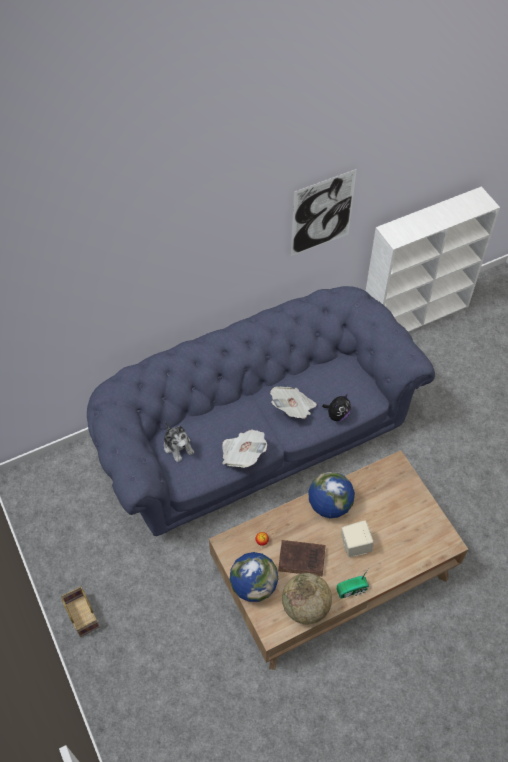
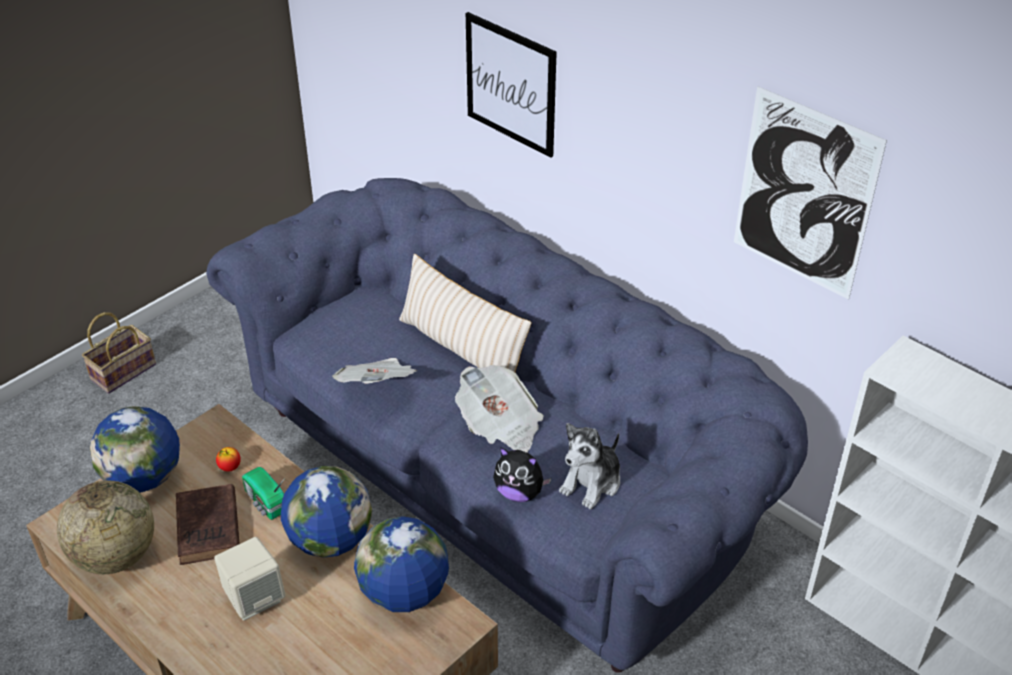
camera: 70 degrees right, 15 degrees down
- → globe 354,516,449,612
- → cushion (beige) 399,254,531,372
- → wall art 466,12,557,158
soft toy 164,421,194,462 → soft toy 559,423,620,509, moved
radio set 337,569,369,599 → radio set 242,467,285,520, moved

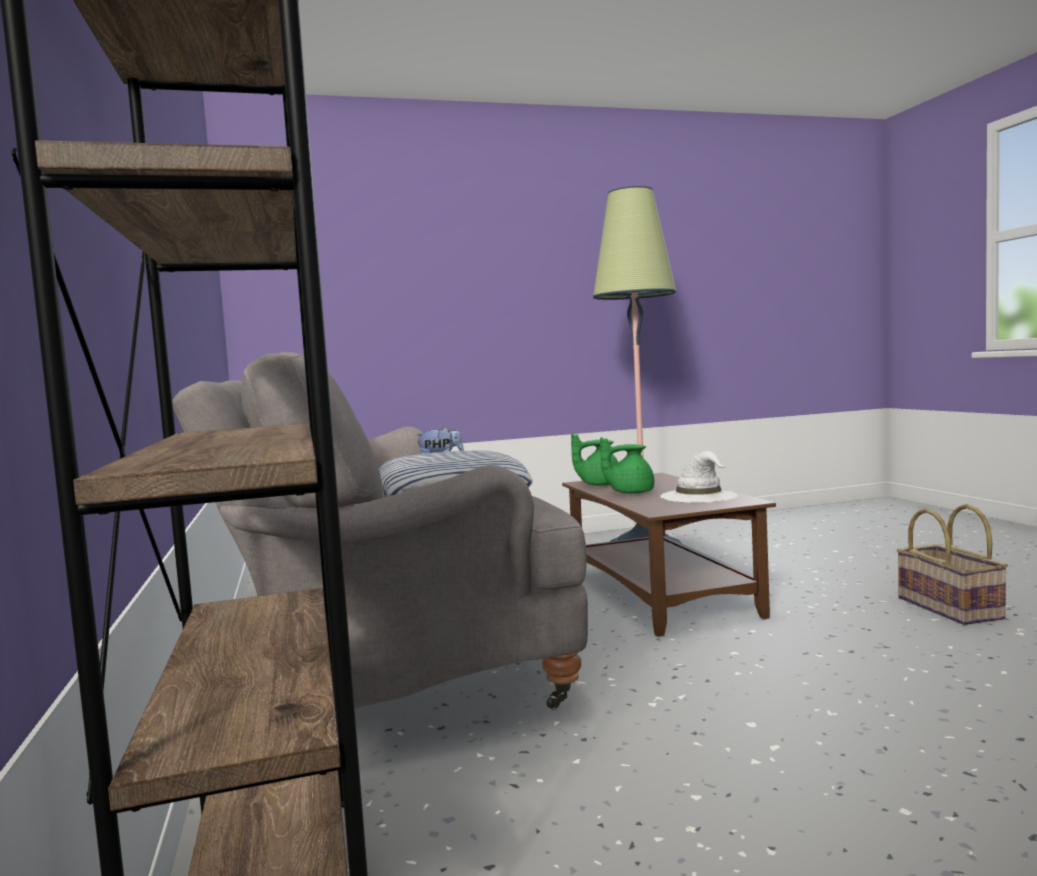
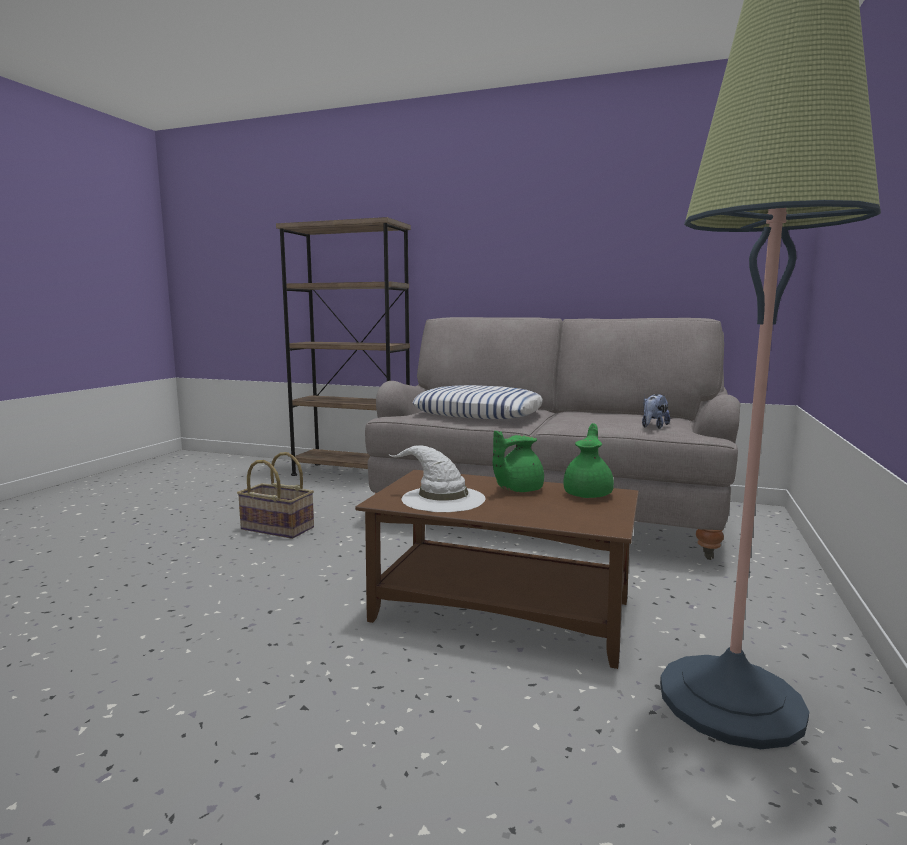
camera: 125 degrees right, 5 degrees up
basket 897,504,1008,625 → basket 237,452,314,539, moved
teapot (green) 600,437,654,494 → teapot (green) 493,431,544,492, 150 degrees counterclockwise

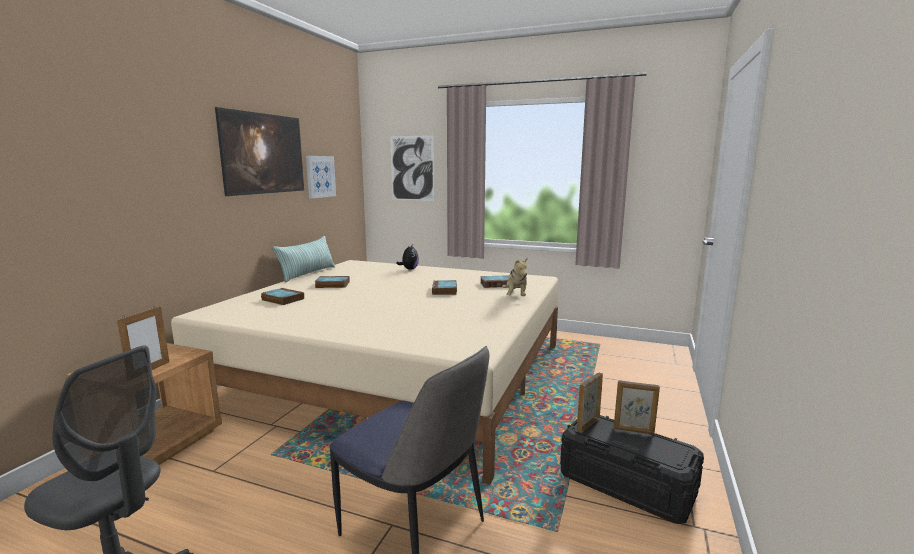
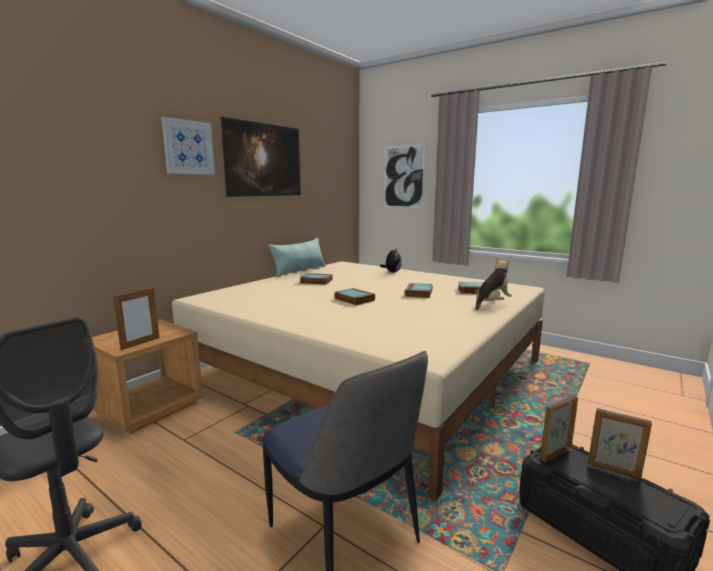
camera: 15 degrees right, 0 degrees up
bound book 261,288,304,305 → bound book 334,288,375,305, moved
wall art 306,156,336,199 → wall art 161,117,215,175, moved
soft toy 502,257,528,296 → soft toy 476,257,512,310, 150 degrees counterclockwise

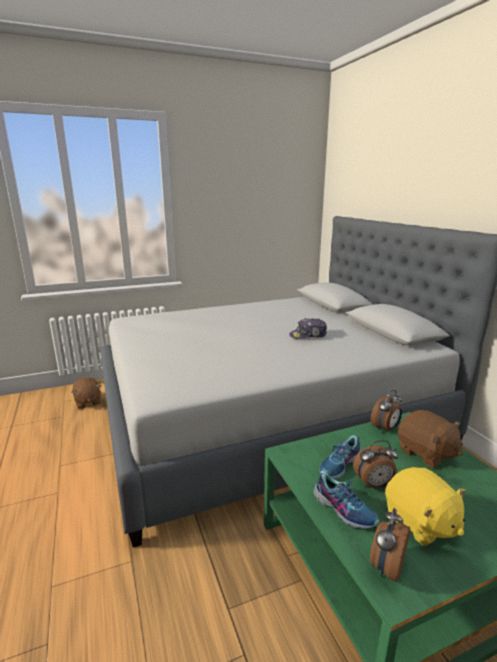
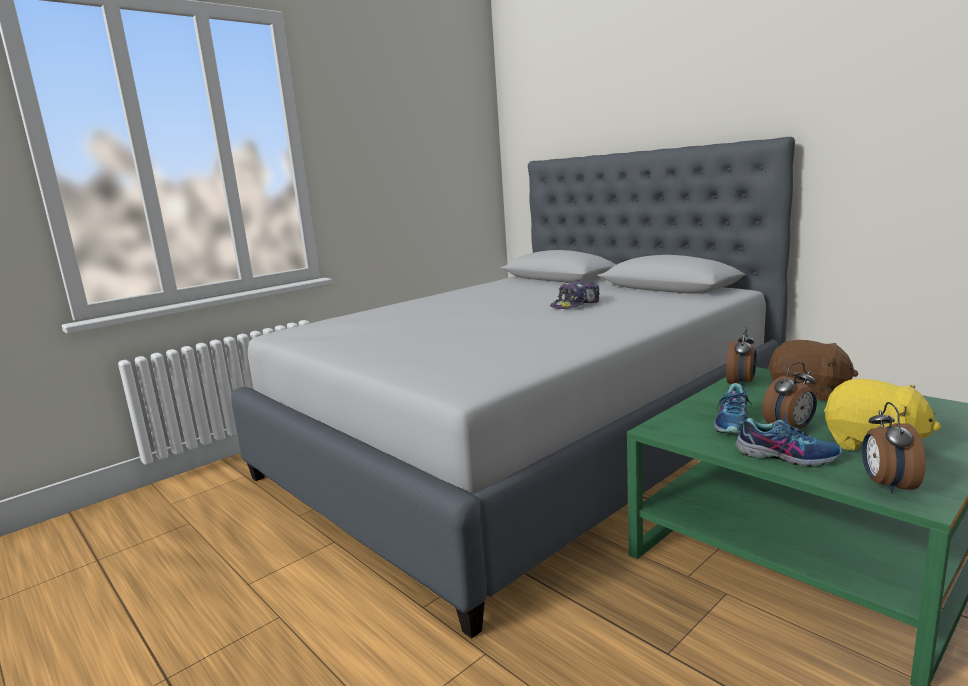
camera: 20 degrees left, 5 degrees down
soft toy (brown-coloured) 72,378,101,409 → -

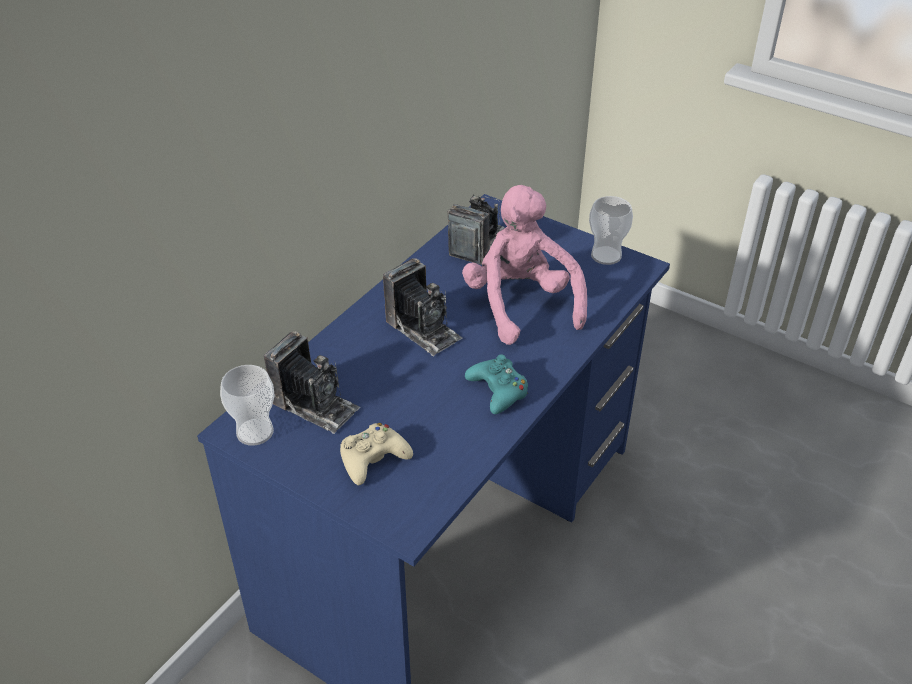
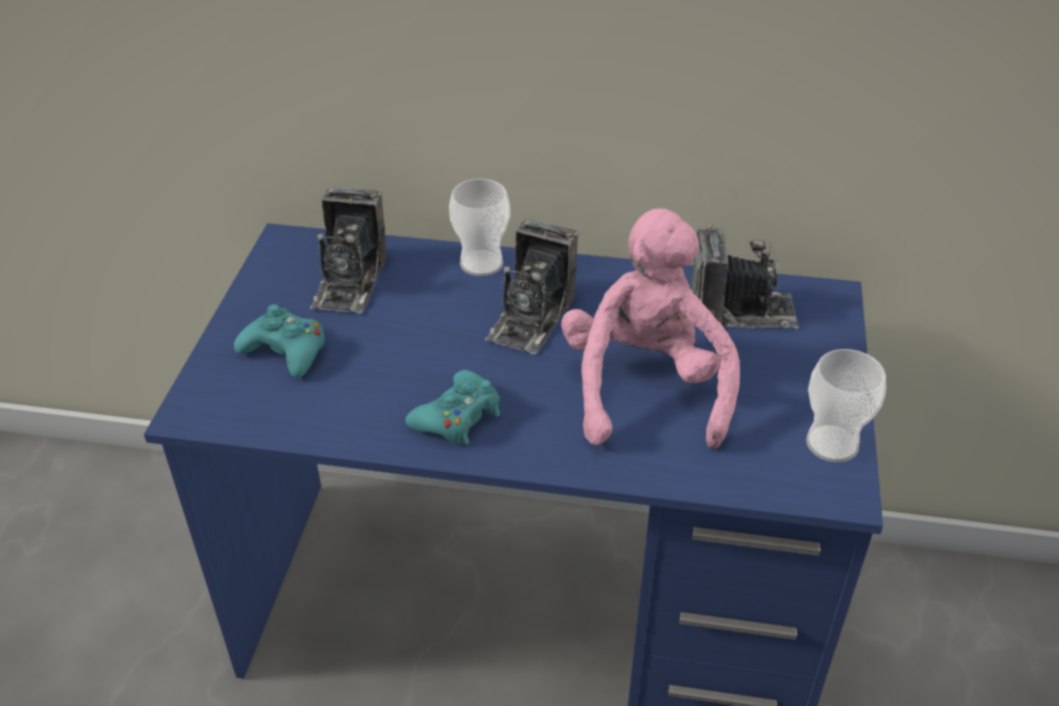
camera: 65 degrees right, 0 degrees up
drinking cup 220,365,275,446 → drinking cup 449,179,510,276, moved
gamepad (beige) 340,423,413,485 → gamepad (blue-green) 234,304,325,378
soft toy (pink) 462,185,587,345 → soft toy (pink) 561,208,740,448, 45 degrees counterclockwise

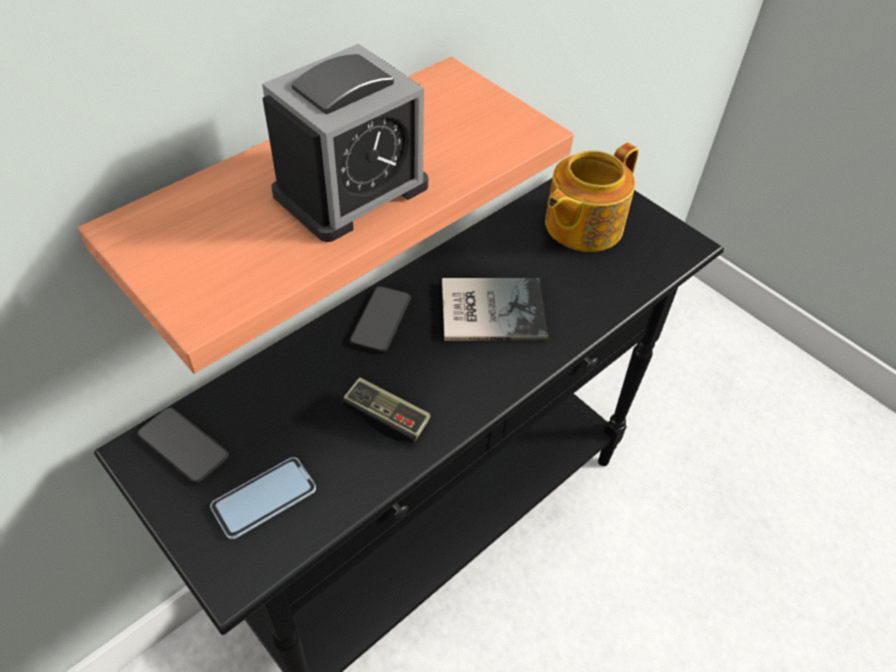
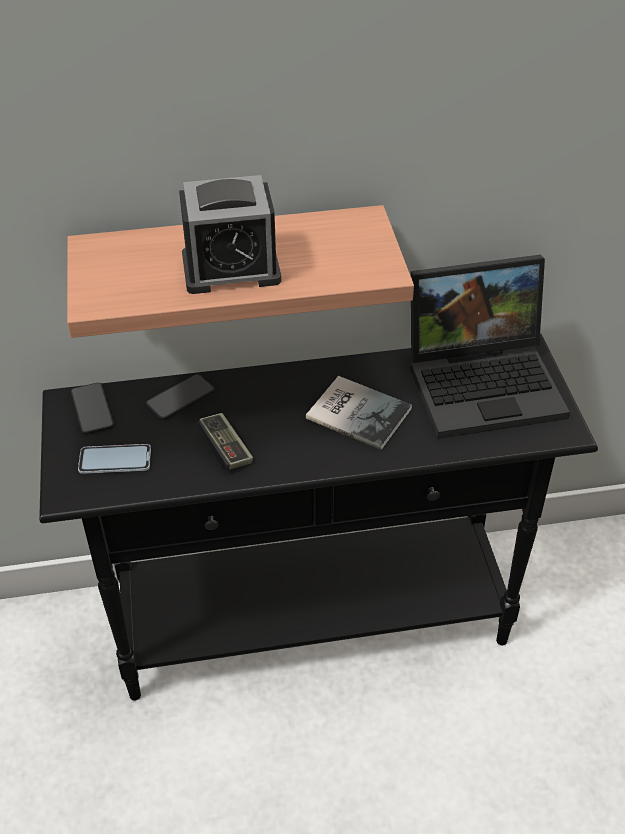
camera: 35 degrees right, 5 degrees down
handset 349,286,411,353 → handset 146,374,215,420, moved
teapot 545,143,639,252 → laptop 410,255,570,439

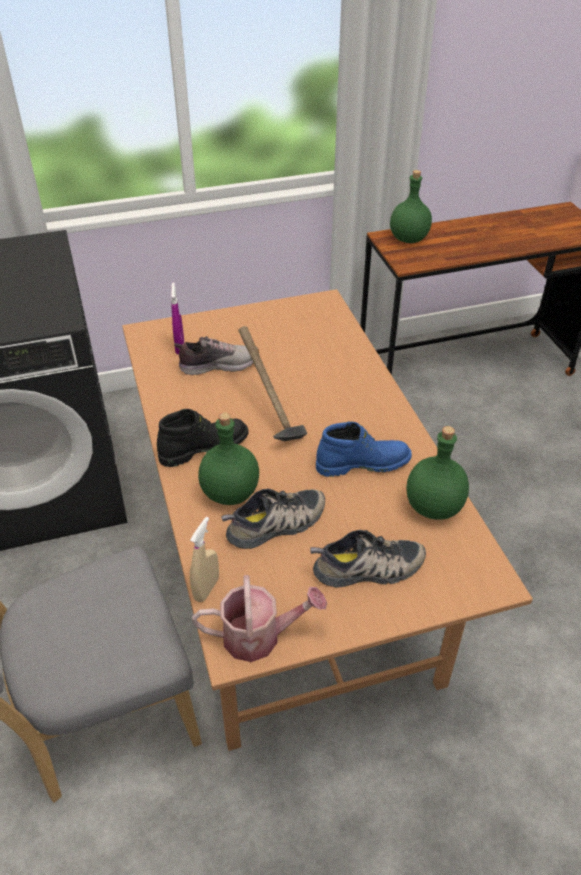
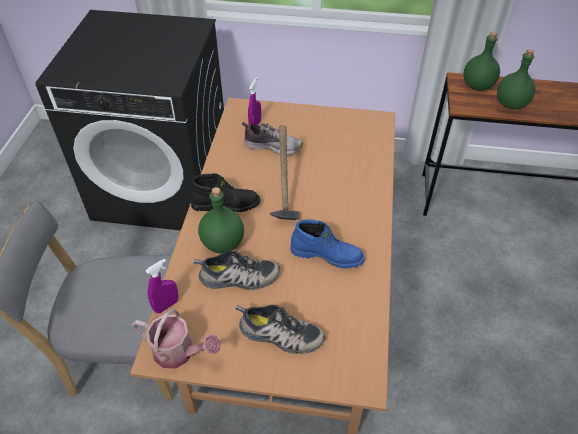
camera: 25 degrees right, 5 degrees up
drink bottle (green) 407,426,469,520 → drink bottle (green) 497,49,535,109, moved
sprayer (beige) 190,517,219,602 → sprayer (purple-coloured) 146,258,178,313

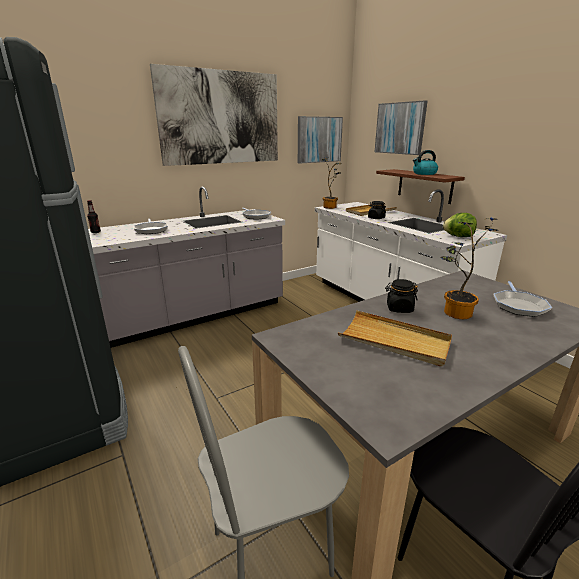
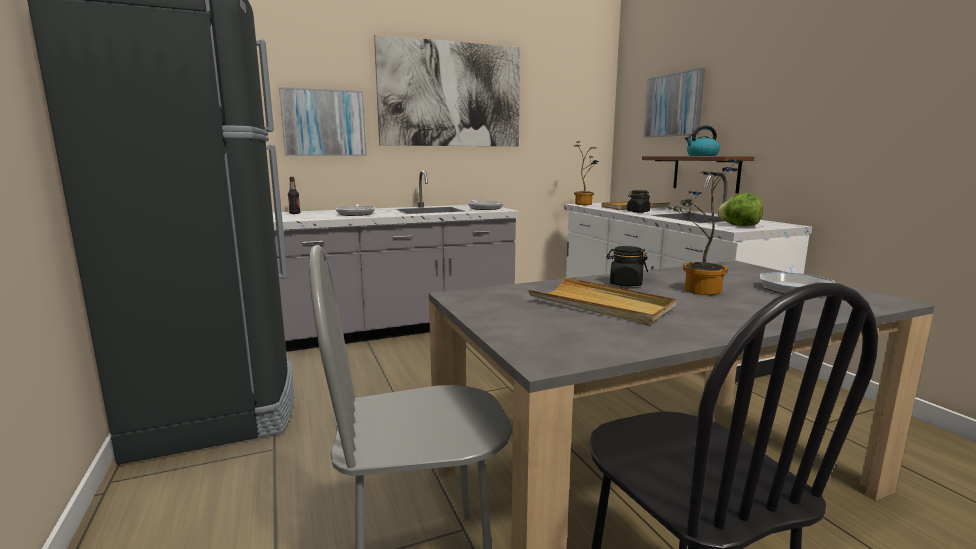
camera: 10 degrees right, 10 degrees down
wall art 298,116,343,164 → wall art 279,87,367,156, moved

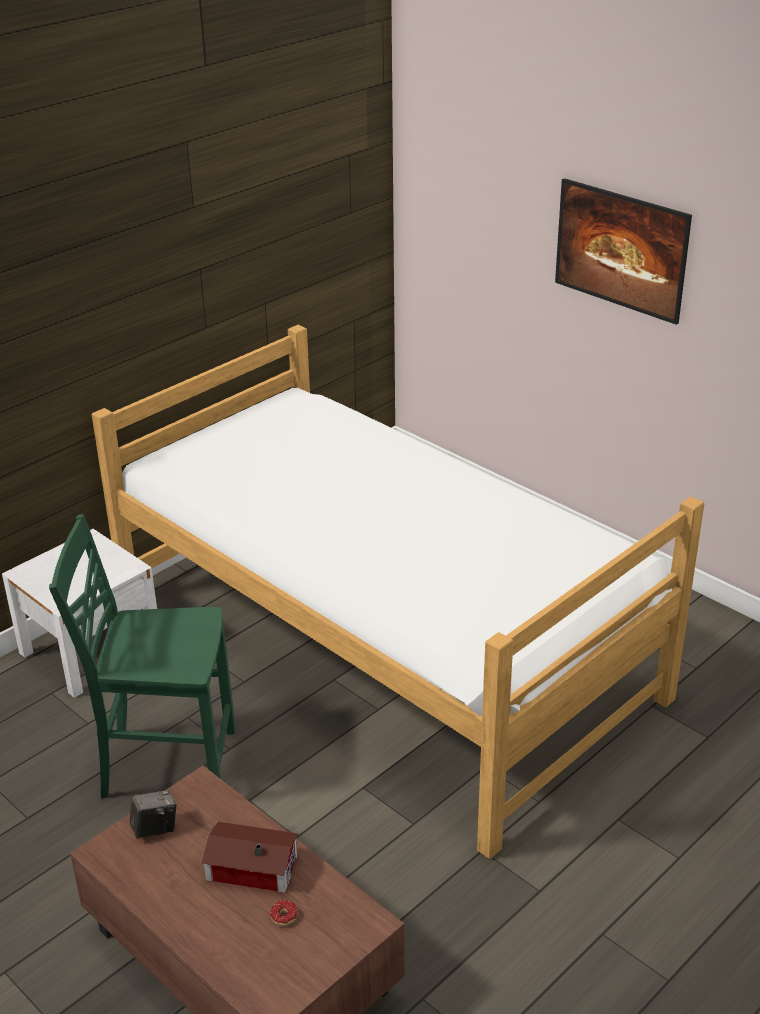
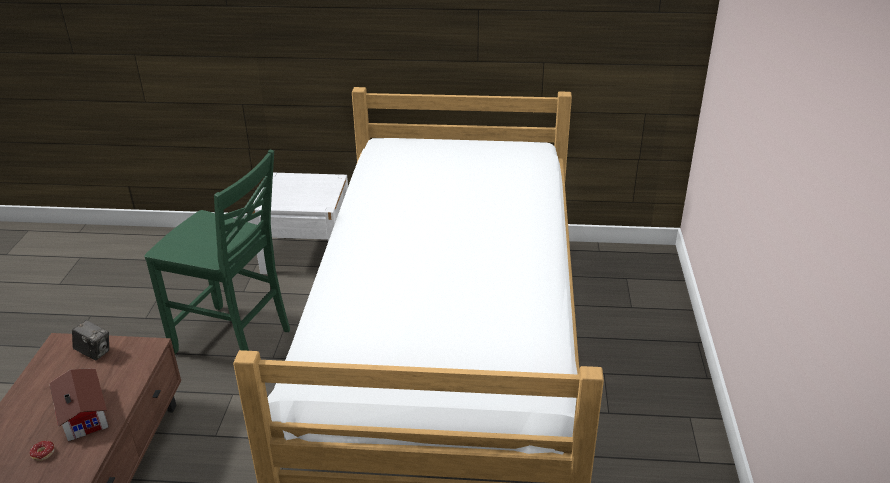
camera: 50 degrees right, 0 degrees up
wall art 555,178,692,325 → -
chair (green) 49,514,235,798 → chair (green) 144,150,290,354, 150 degrees clockwise

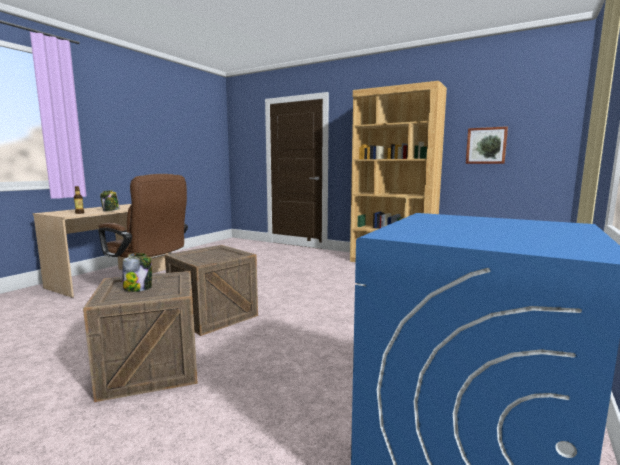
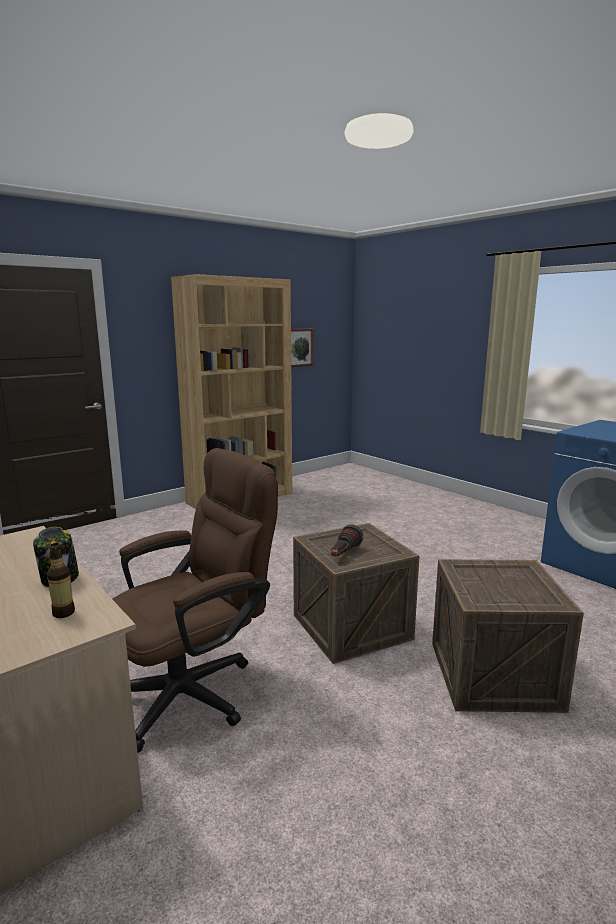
camera: 70 degrees left, 5 degrees up
preserve jar 123,253,152,292 → -
- → hand torch 331,524,363,557

